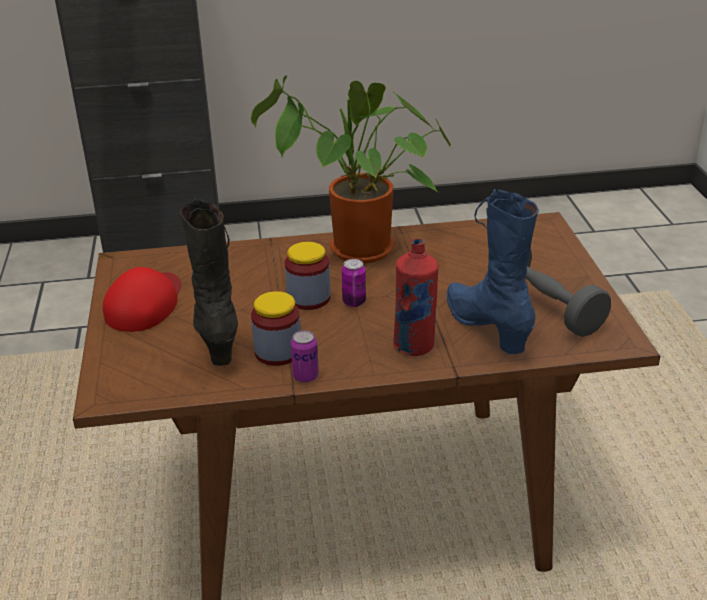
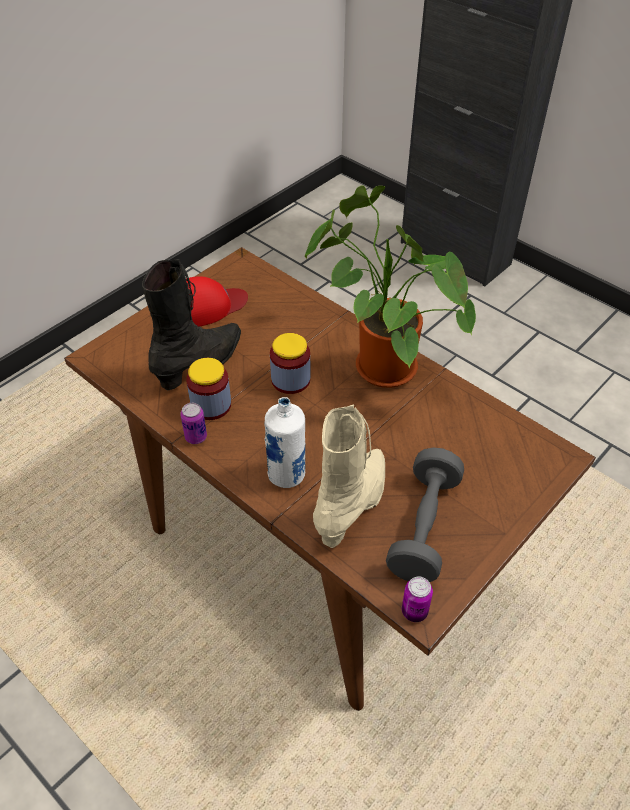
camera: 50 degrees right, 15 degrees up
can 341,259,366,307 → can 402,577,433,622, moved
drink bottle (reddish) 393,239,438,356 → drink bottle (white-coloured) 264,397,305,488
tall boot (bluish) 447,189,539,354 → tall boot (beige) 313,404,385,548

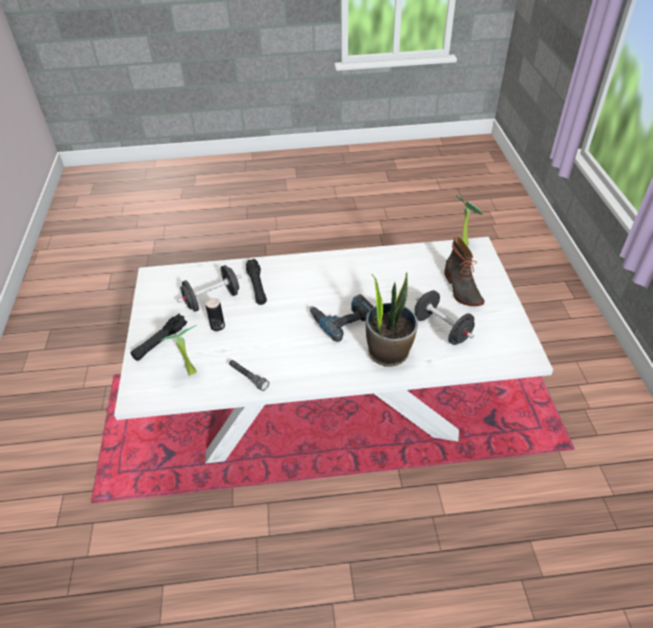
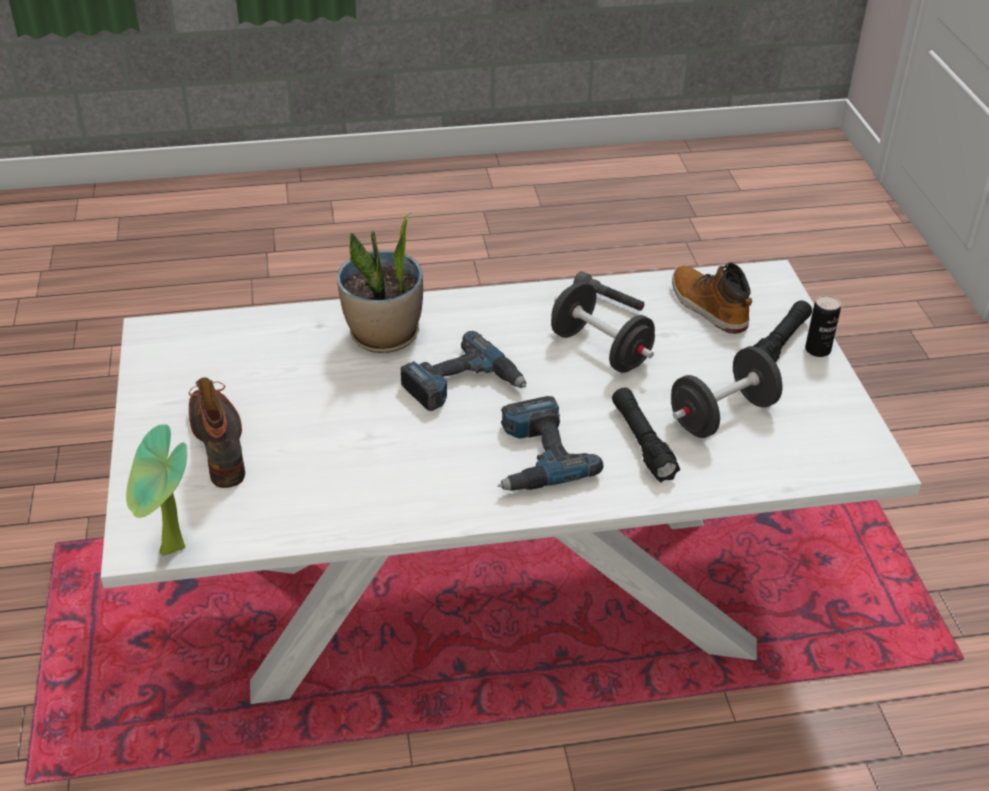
camera: 175 degrees right, 5 degrees down
- → power drill 498,396,603,491
can 206,298,225,331 → can 805,295,841,357, moved
hand weight (black) 414,290,475,345 → hand weight (black) 551,281,655,373, moved
plant in a pot 159,325,197,376 → tall boot 672,262,752,334

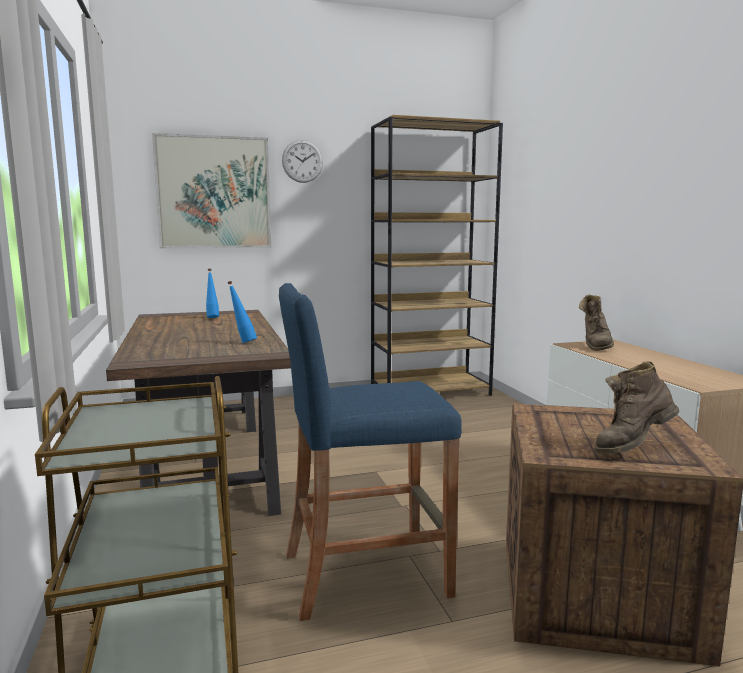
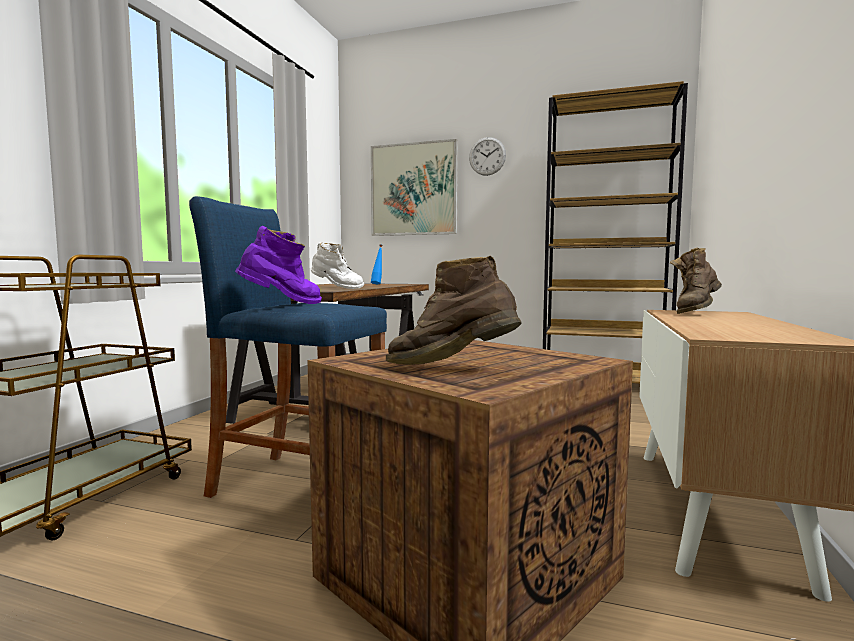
camera: 35 degrees right, 5 degrees down
- → tall boot (purple-coloured) 235,226,322,304
drink bottle (bluish) 227,281,257,343 → tall boot (white-coloured) 311,242,364,289

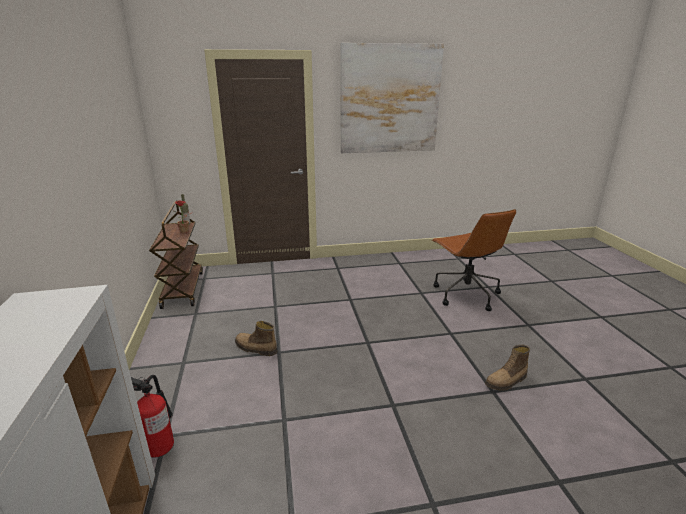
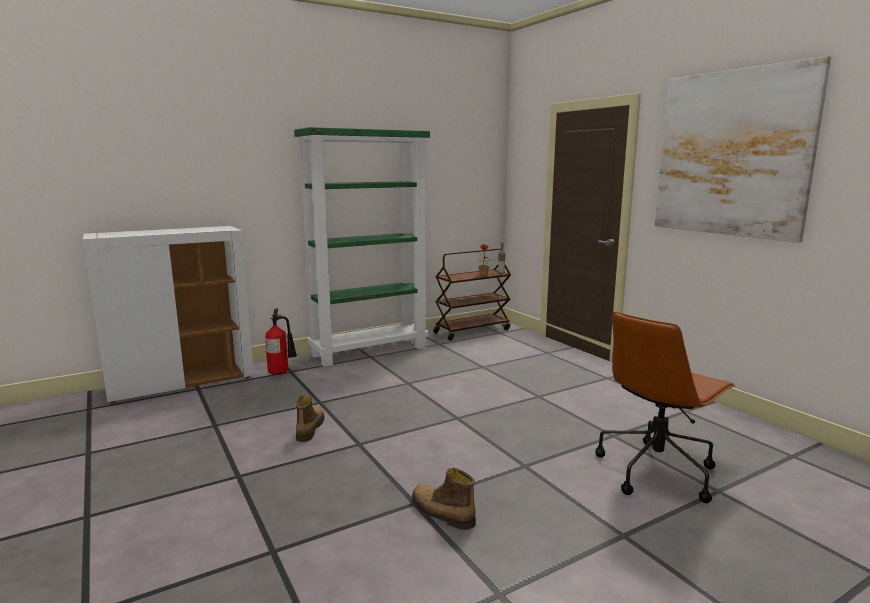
camera: 70 degrees right, 10 degrees down
- → bookcase (green) 294,127,430,367
tall boot 235,321,277,356 → tall boot 296,394,324,442, moved

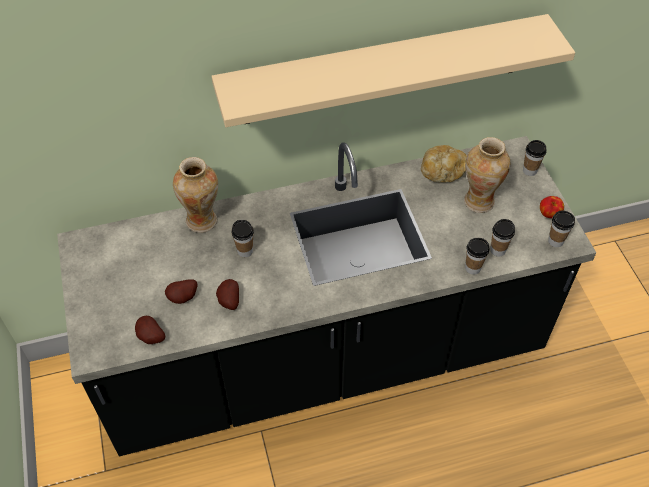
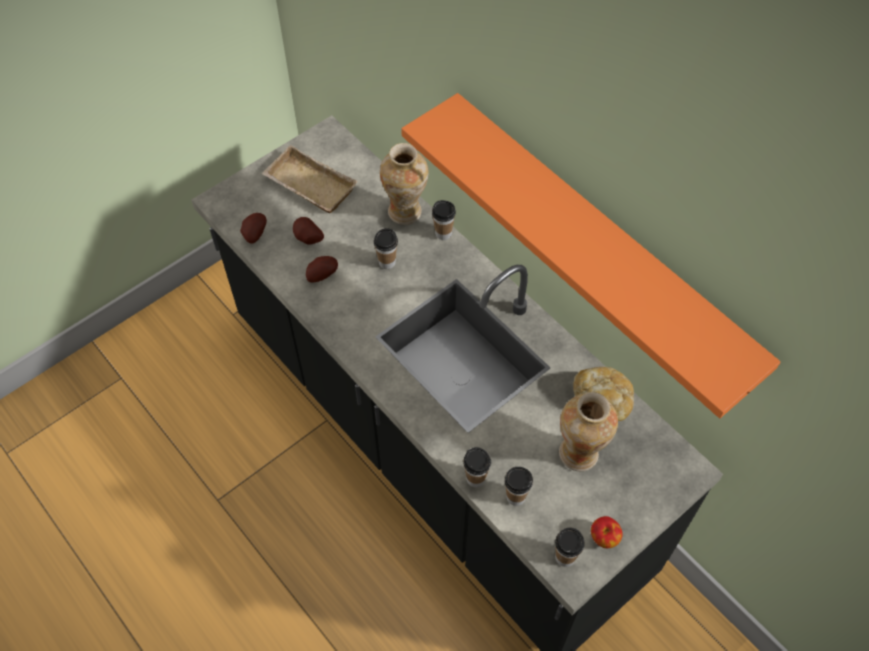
camera: 65 degrees right, 5 degrees up
- → carrying tray (beige) 262,145,358,213
drinking cup 523,140,547,176 → drinking cup 432,200,456,240, moved
wall shelf (beige) 212,14,575,127 → wall shelf (orange) 401,93,781,418

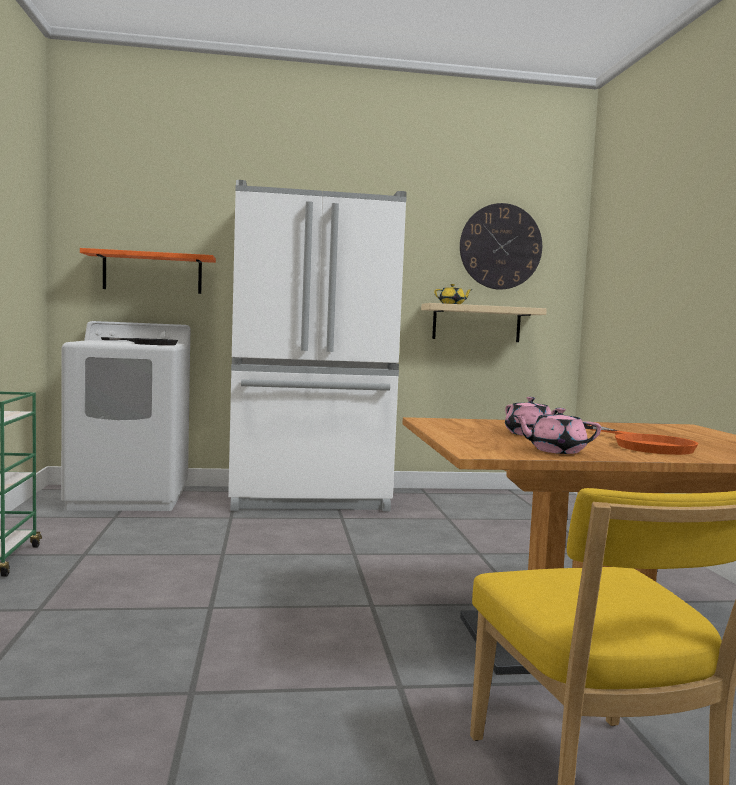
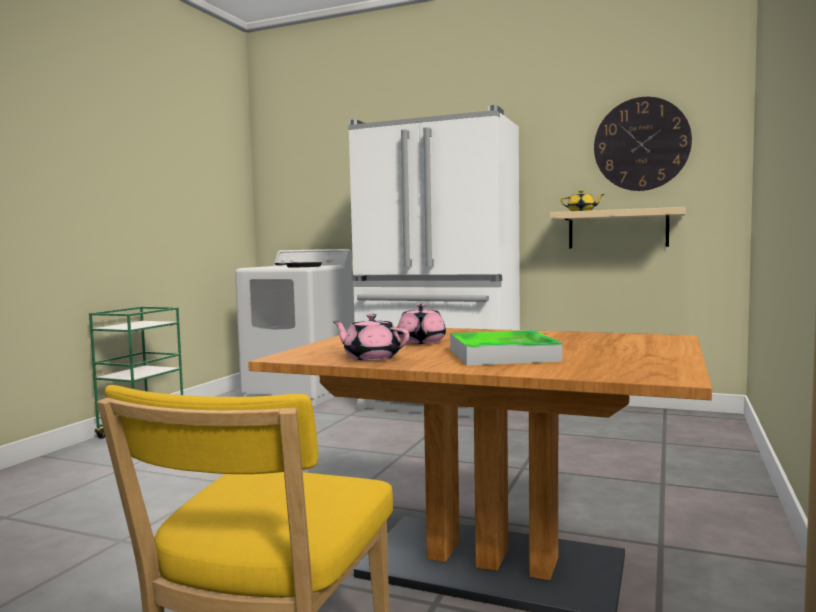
camera: 30 degrees right, 0 degrees up
wall shelf (orange) 80,248,216,294 → -
frying pan (orange) 584,425,698,455 → carrying tray 450,330,562,366

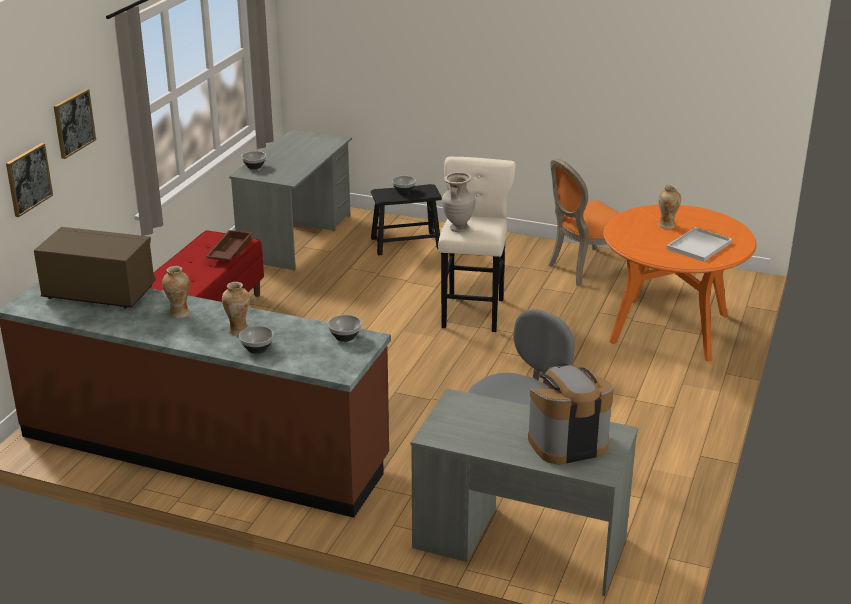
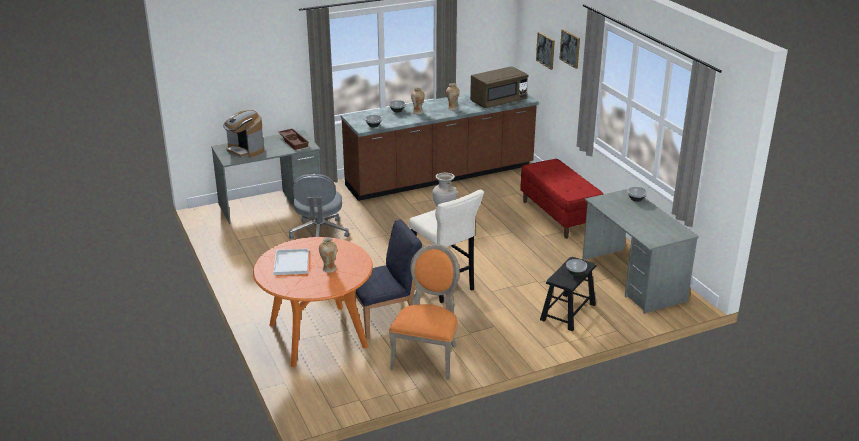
camera: 135 degrees right, 0 degrees up
- → chair (bluish) 355,219,422,339
carrying tray (brown-coloured) 206,230,252,261 → carrying tray (brown-coloured) 278,128,309,150, moved
coffee maker 528,363,614,464 → coffee maker 223,110,264,158, 105 degrees clockwise

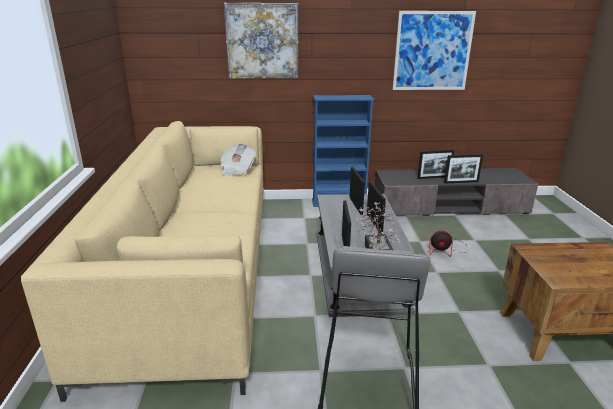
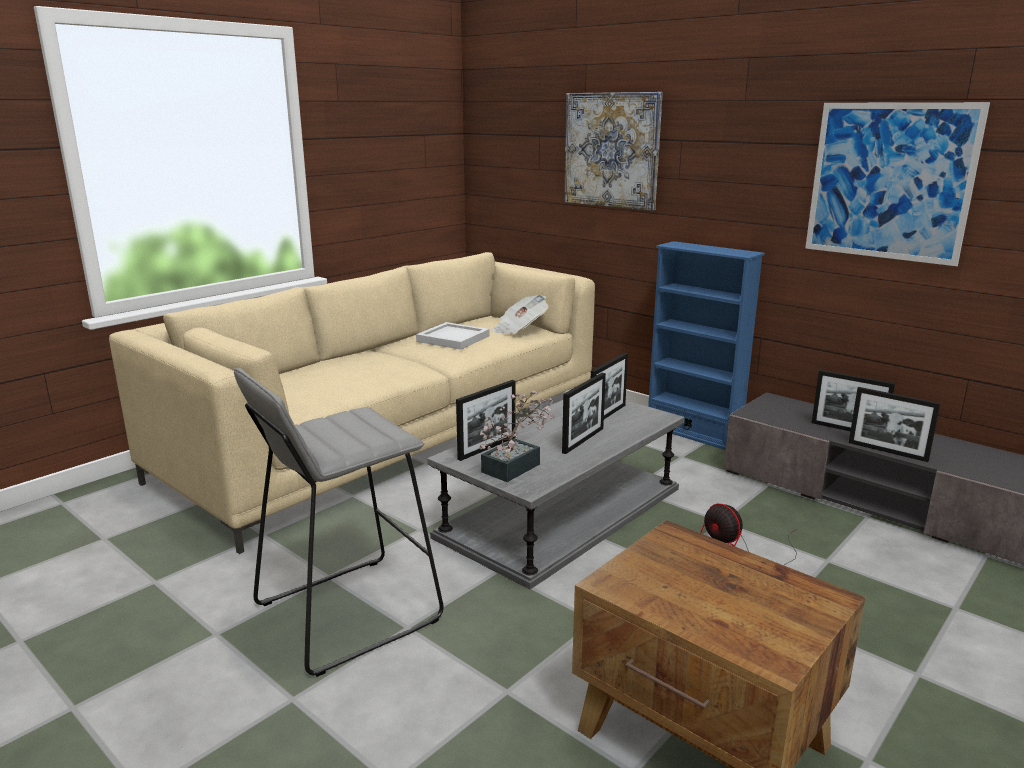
camera: 45 degrees right, 5 degrees down
- → carrying tray (white-coloured) 416,322,490,350

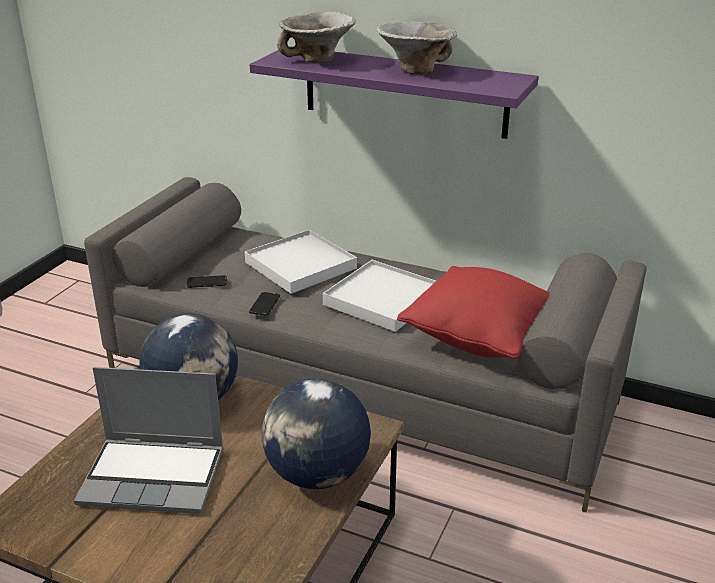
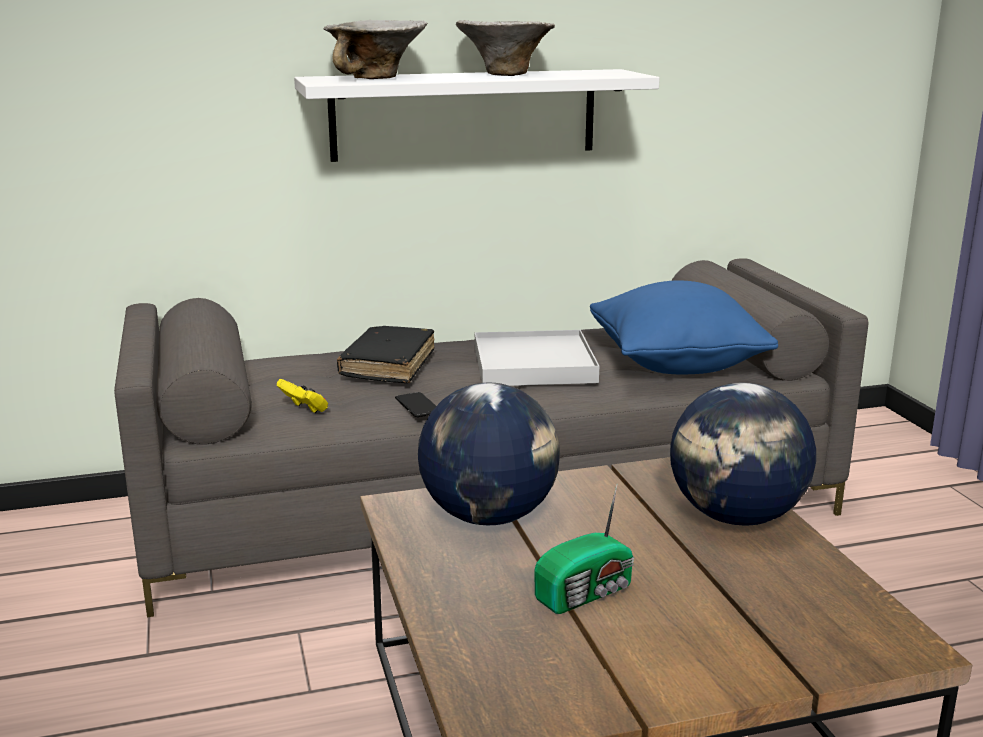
camera: 40 degrees left, 10 degrees down
laptop 74,367,224,514 → radio set 534,485,634,614
handset 187,275,227,288 → gamepad (yellow-coloured) 277,379,328,413
carrying tray (white-coloured) 245,230,357,294 → bound book (black) 337,326,435,383
wall shelf (purple-coloured) 250,46,539,139 → wall shelf (white-coloured) 294,69,660,162
cushion (reddish) 397,266,550,359 → cushion (bluish) 590,280,778,374

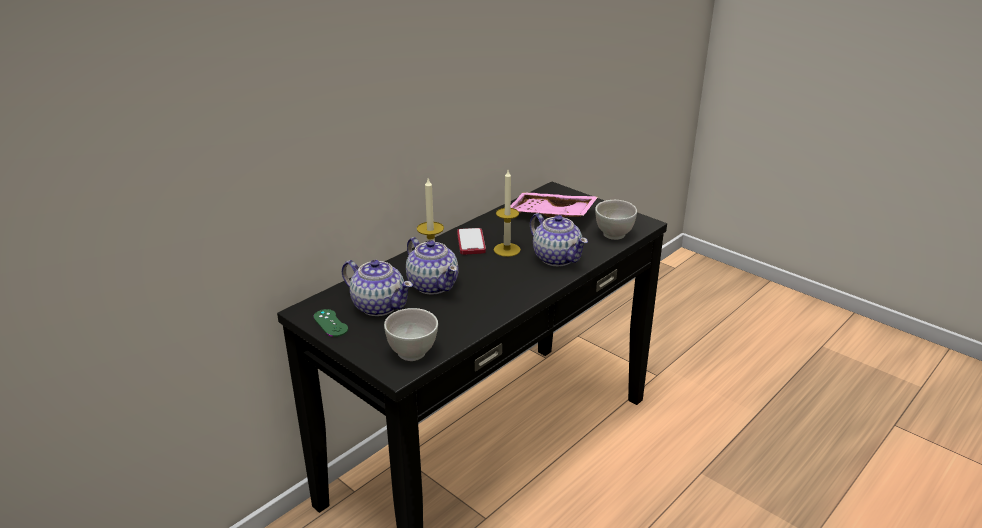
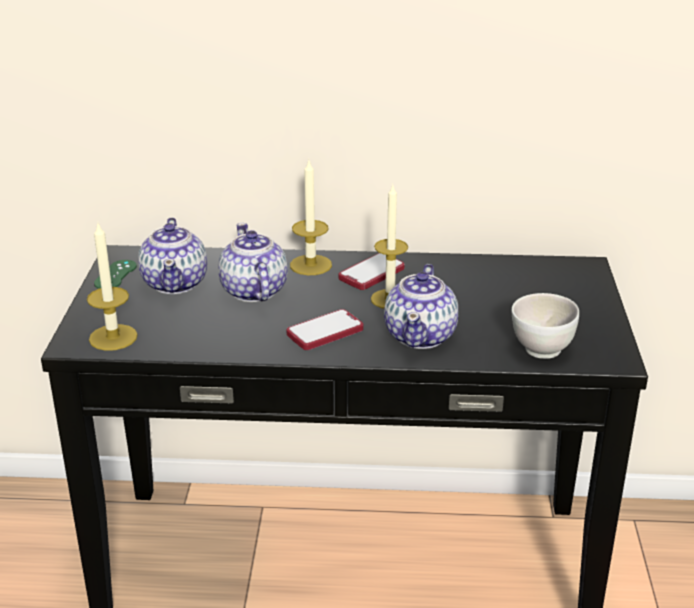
camera: 50 degrees right, 0 degrees up
carrying tray (pink) 511,192,598,217 → -
- → handset 287,309,363,350
deep dish (white-coloured) 384,308,438,361 → wax light 87,223,138,351
teapot 406,237,459,295 → teapot 219,223,287,302, 150 degrees clockwise

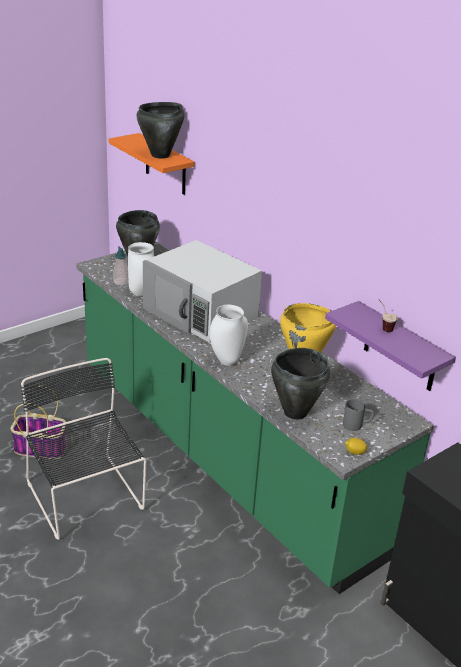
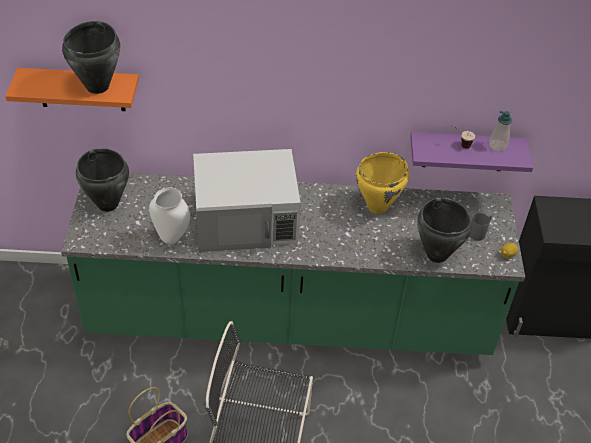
camera: 50 degrees left, 15 degrees up
decorative vase (white-coloured) 210,305,248,366 → -
soap dispenser 113,246,129,285 → soap dispenser 489,111,512,151, moved

